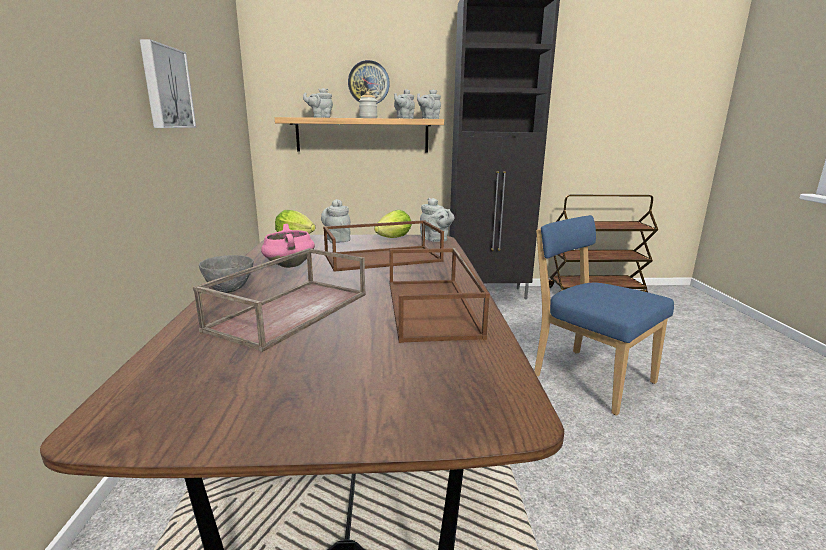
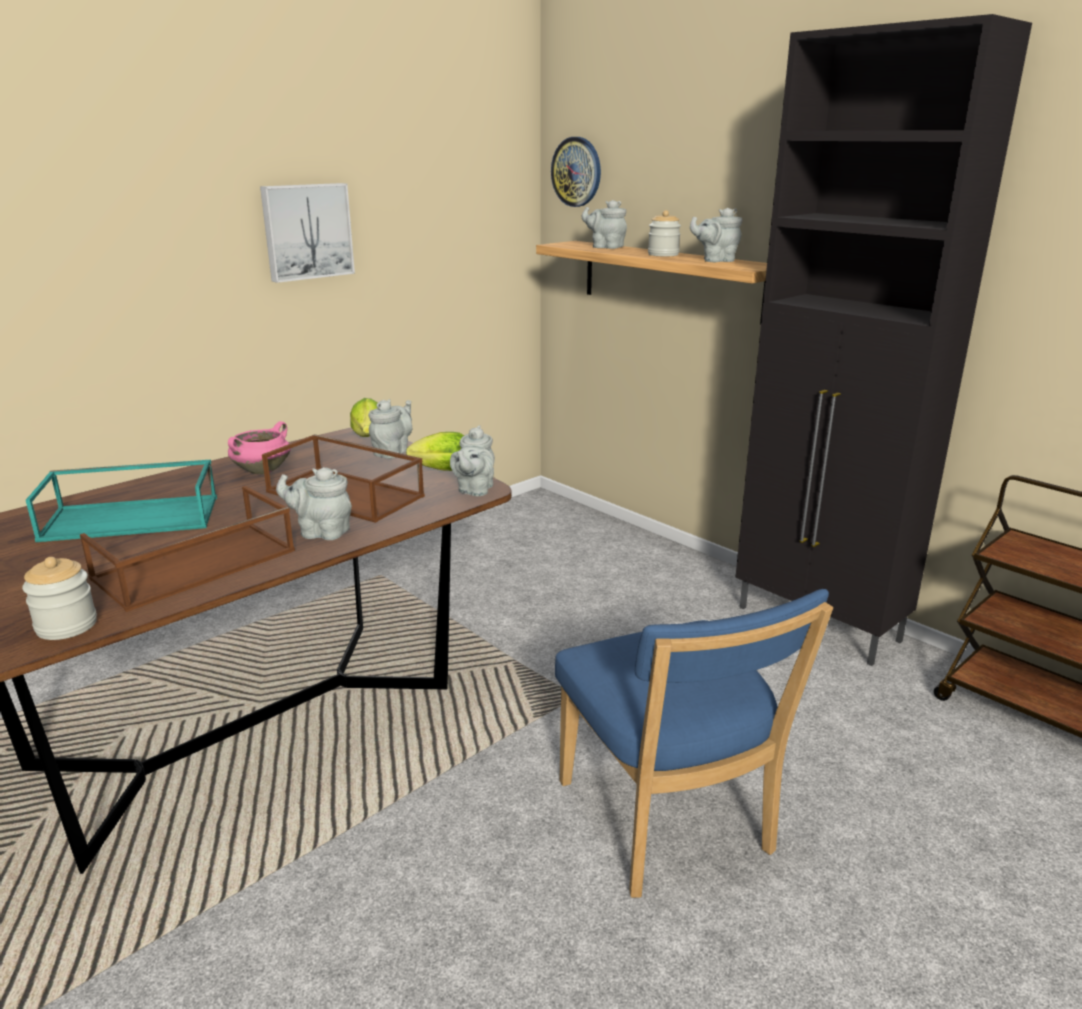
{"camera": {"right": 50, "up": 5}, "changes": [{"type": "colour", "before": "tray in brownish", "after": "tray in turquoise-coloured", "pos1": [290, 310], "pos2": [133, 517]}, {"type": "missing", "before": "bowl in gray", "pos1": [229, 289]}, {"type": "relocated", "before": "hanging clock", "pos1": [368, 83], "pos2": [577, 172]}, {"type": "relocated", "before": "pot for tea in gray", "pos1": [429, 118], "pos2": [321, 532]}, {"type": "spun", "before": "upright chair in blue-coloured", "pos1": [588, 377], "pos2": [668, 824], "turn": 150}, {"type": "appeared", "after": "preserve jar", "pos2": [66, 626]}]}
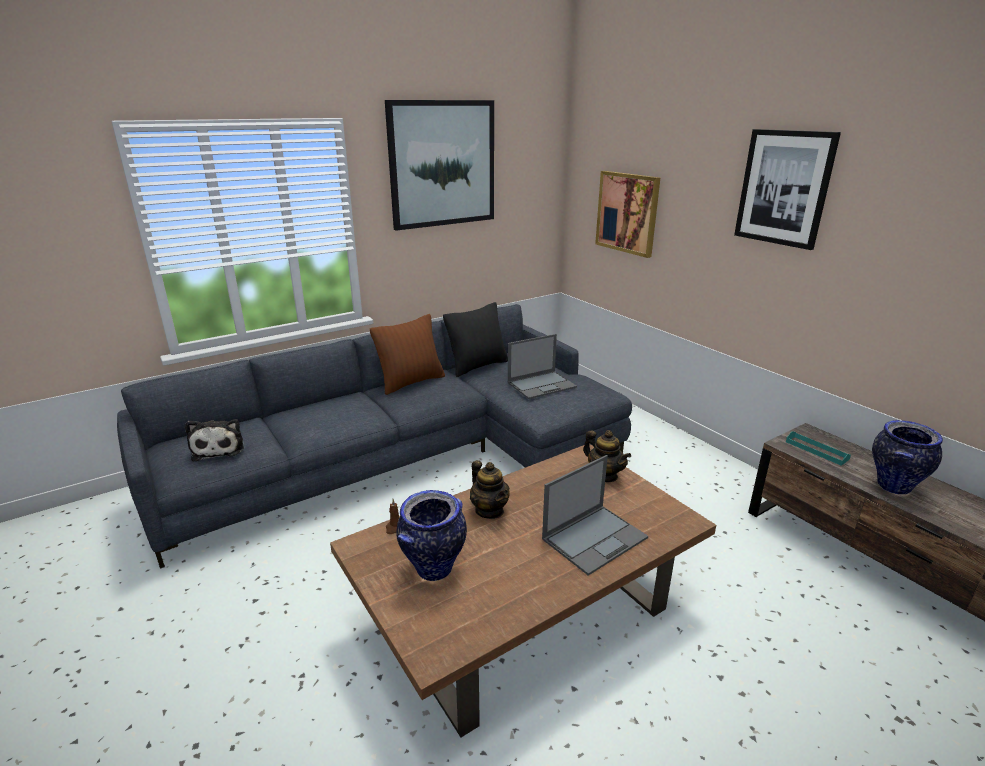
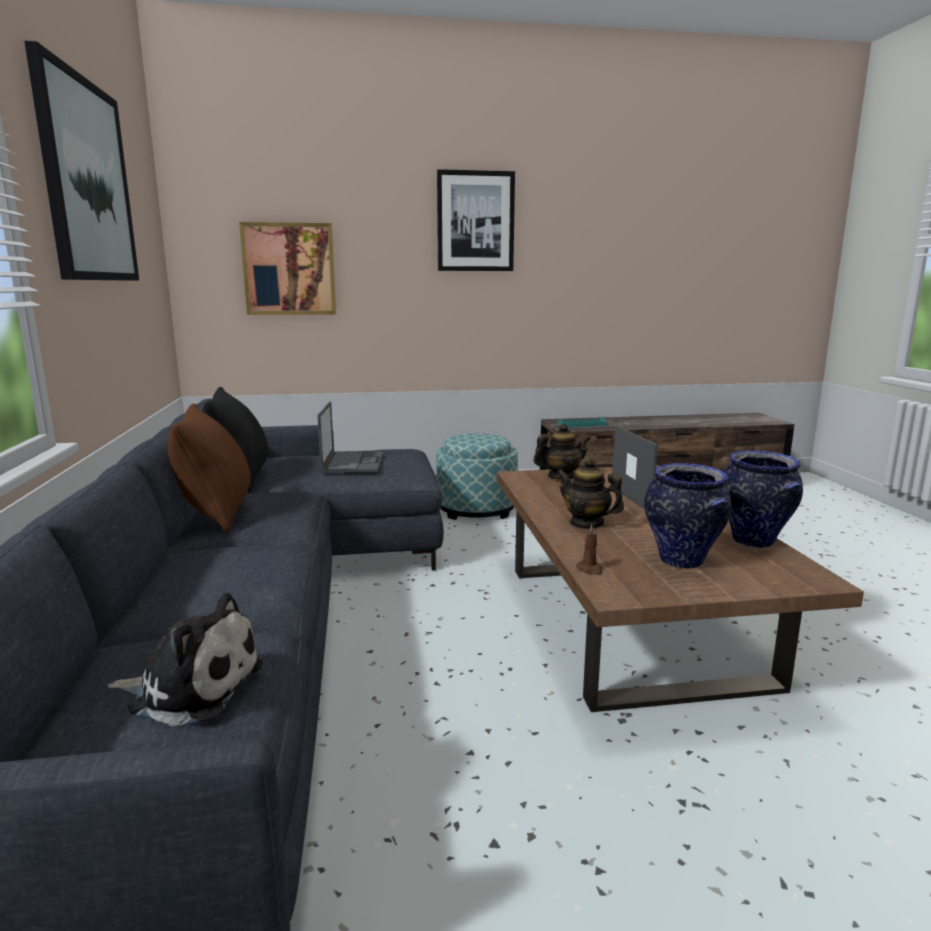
{"camera": {"right": -65, "up": -10}, "changes": [{"type": "spun", "before": "pot for tea", "pos1": [489, 510], "pos2": [587, 523], "turn": -135}, {"type": "relocated", "before": "vase", "pos1": [893, 487], "pos2": [754, 541]}, {"type": "appeared", "after": "pouffe", "pos2": [476, 509]}]}
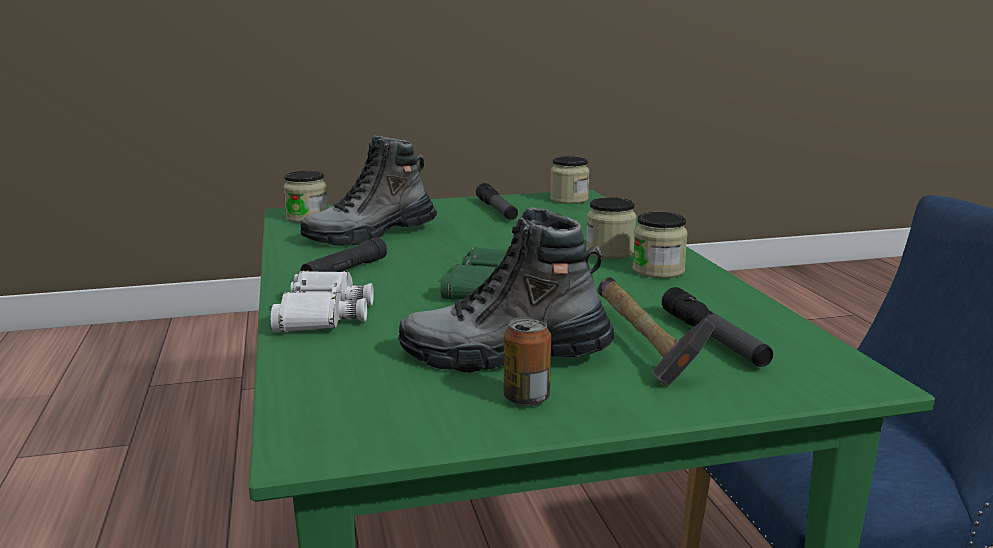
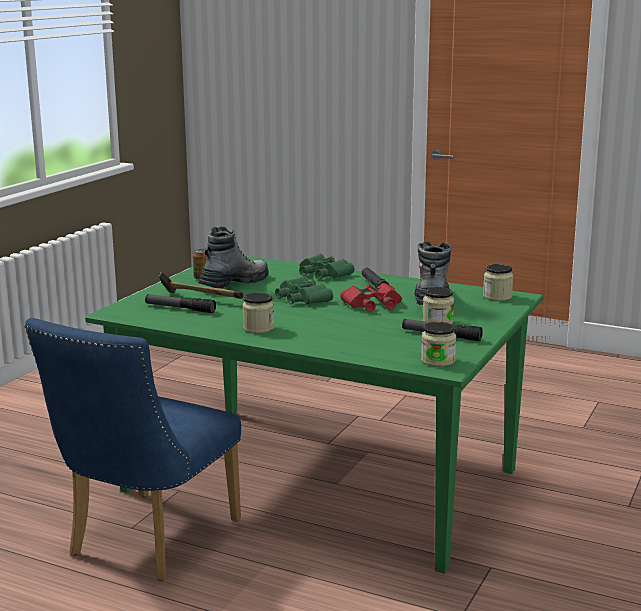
{"camera": {"right": 130, "up": 0}, "changes": [{"type": "colour", "before": "pair of binoculars in white-coloured", "after": "pair of binoculars in greenish", "pos1": [322, 314], "pos2": [324, 273]}, {"type": "relocated", "before": "preserve jar", "pos1": [610, 252], "pos2": [437, 322]}, {"type": "appeared", "after": "pair of binoculars in reddish", "pos2": [372, 304]}]}
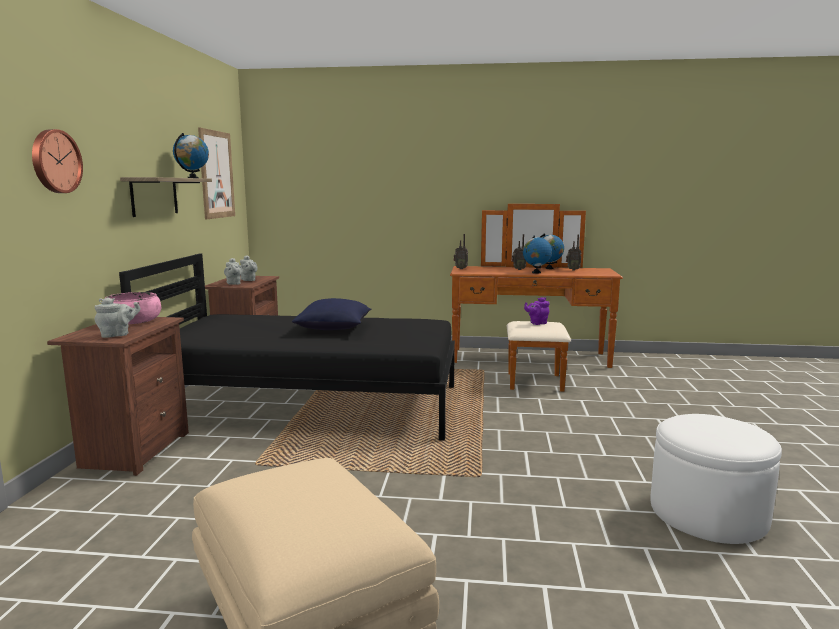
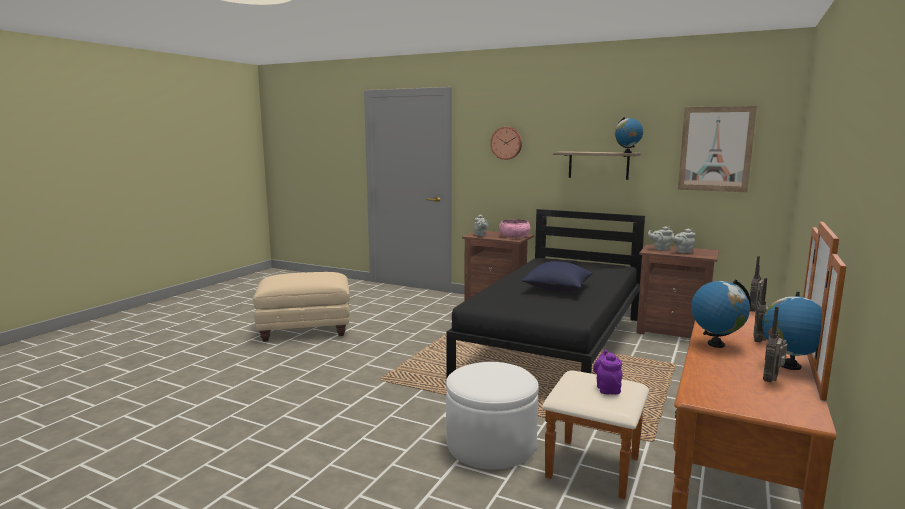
{"camera": {"right": 110, "up": 0}, "changes": [{"type": "relocated", "before": "pouffe in white-coloured", "pos1": [708, 513], "pos2": [491, 444]}]}
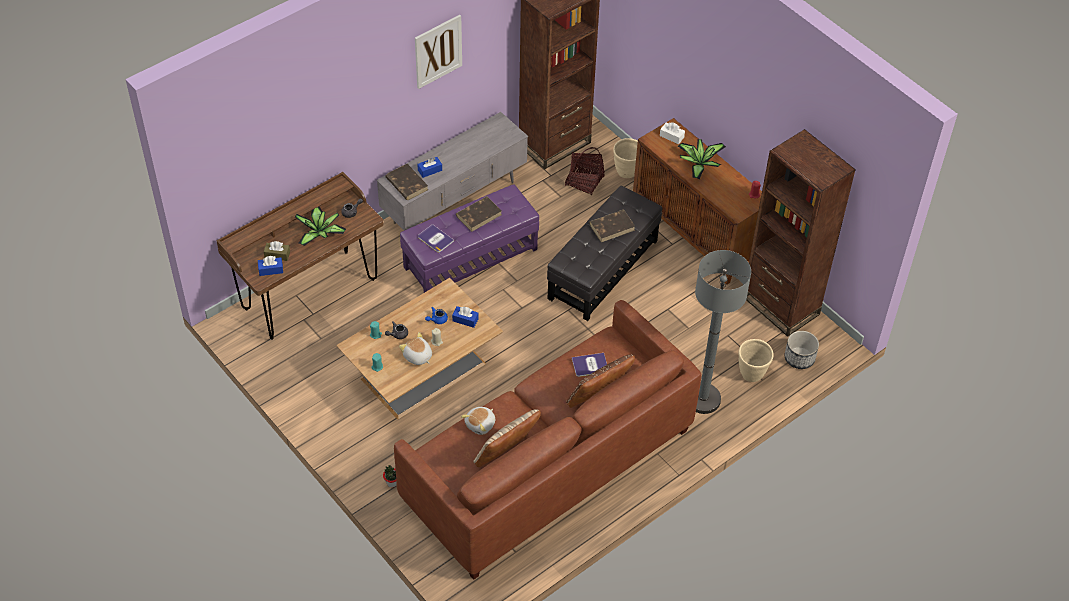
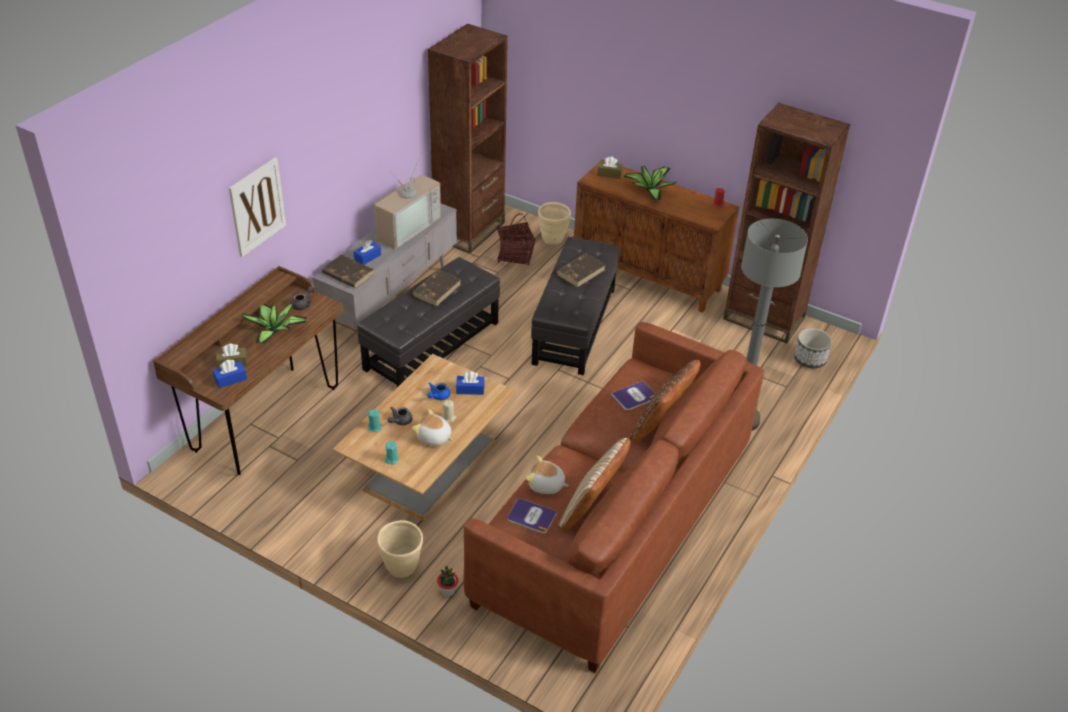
{"camera": {"right": -20, "up": -10}, "changes": [{"type": "colour", "before": "pouffe in purple-coloured", "after": "pouffe in black", "pos1": [470, 258], "pos2": [431, 345]}, {"type": "relocated", "before": "picture", "pos1": [438, 51], "pos2": [257, 207]}, {"type": "relocated", "before": "book", "pos1": [435, 239], "pos2": [531, 516]}, {"type": "spun", "before": "soft toy", "pos1": [481, 424], "pos2": [546, 485], "turn": 90}, {"type": "colour", "before": "tissue box in white-coloured", "after": "tissue box in brownish", "pos1": [671, 136], "pos2": [609, 174]}, {"type": "relocated", "before": "flower pot in beige-coloured", "pos1": [751, 375], "pos2": [402, 568]}, {"type": "appeared", "after": "TV", "pos2": [406, 227]}]}
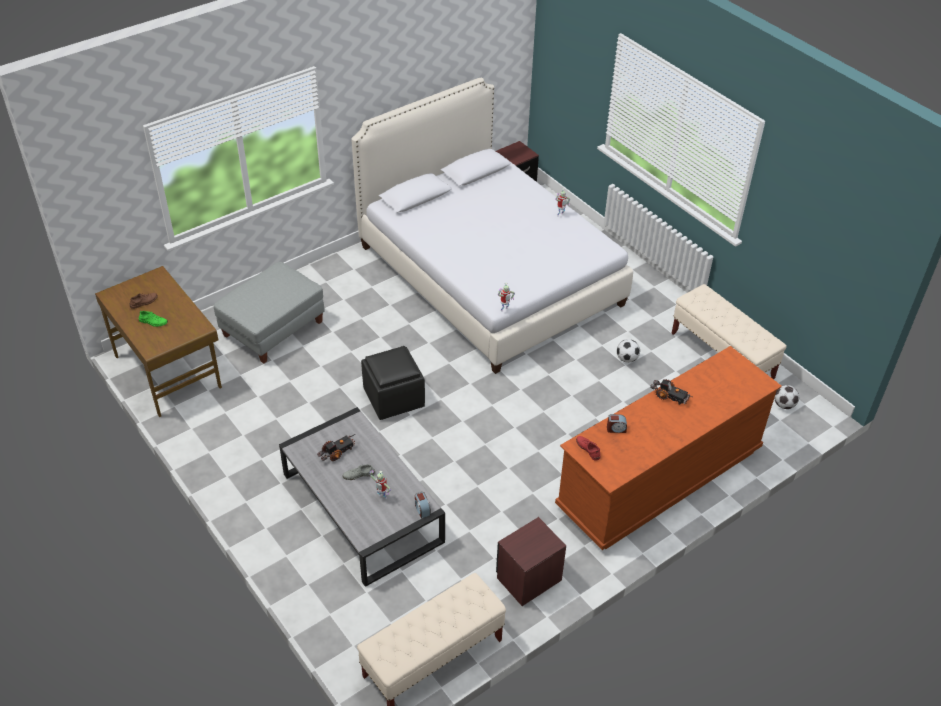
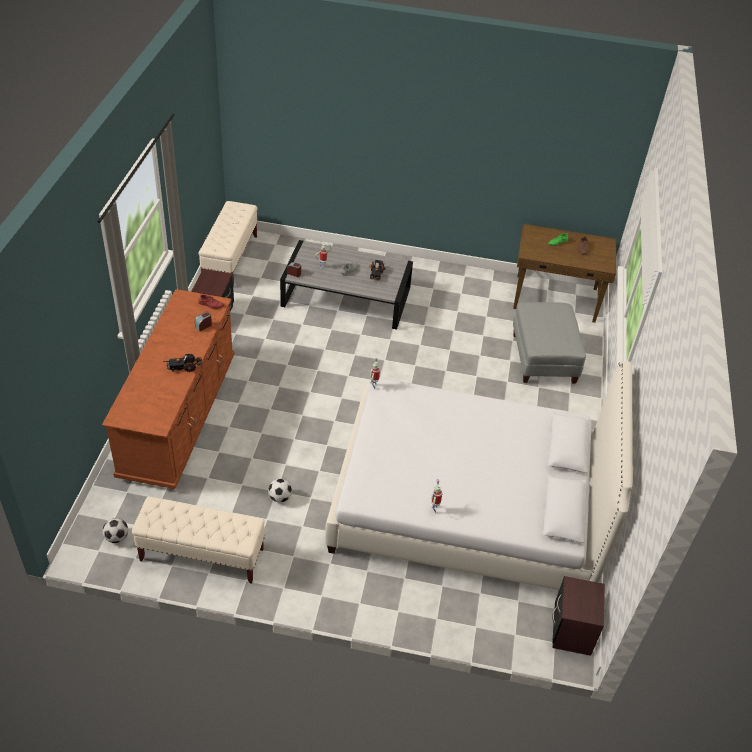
{"camera": {"right": 135, "up": 0}, "changes": [{"type": "missing", "before": "pouffe in black", "pos1": [393, 398]}]}
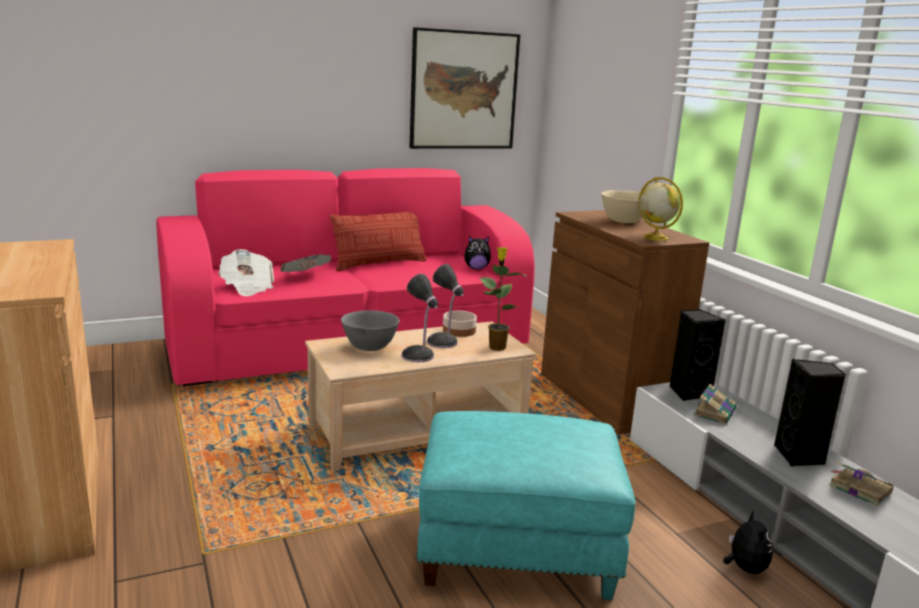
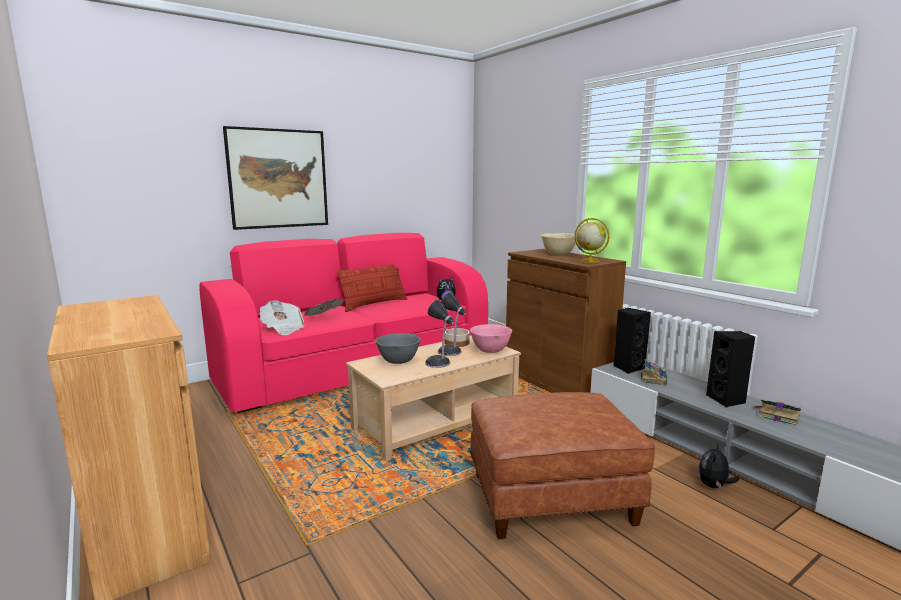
{"camera": {"right": -10, "up": -5}, "changes": [{"type": "relocated", "before": "picture", "pos1": [463, 90], "pos2": [278, 179]}, {"type": "colour", "before": "pouffe in turquoise-coloured", "after": "pouffe in brownish", "pos1": [518, 547], "pos2": [552, 497]}, {"type": "exchanged", "before": "plant in a pot", "after": "bowl in pink", "pos1": [496, 347], "pos2": [490, 350]}, {"type": "spun", "before": "soft toy", "pos1": [744, 568], "pos2": [713, 486], "turn": -135}]}
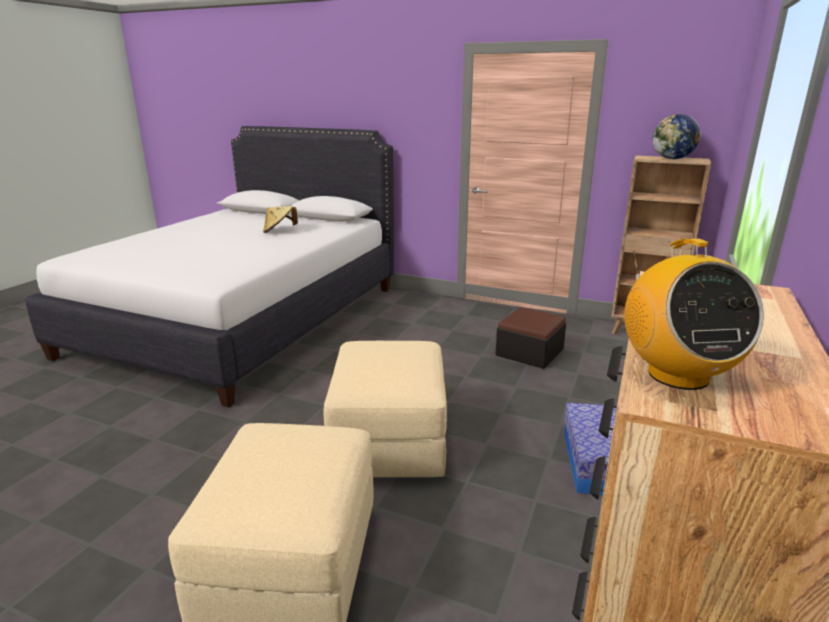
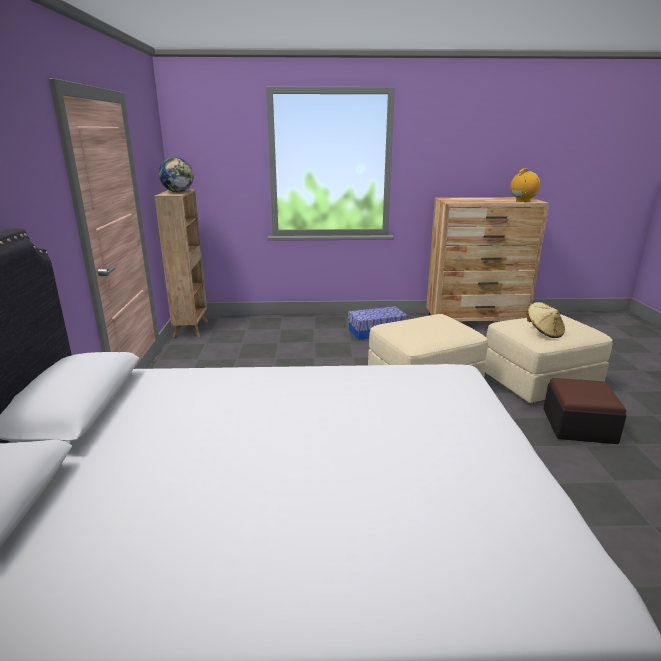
{"camera": {"right": -115, "up": 0}, "changes": [{"type": "relocated", "before": "clothing hat in beige-coloured", "pos1": [279, 231], "pos2": [543, 332]}, {"type": "relocated", "before": "pouffe", "pos1": [529, 352], "pos2": [578, 426]}]}
